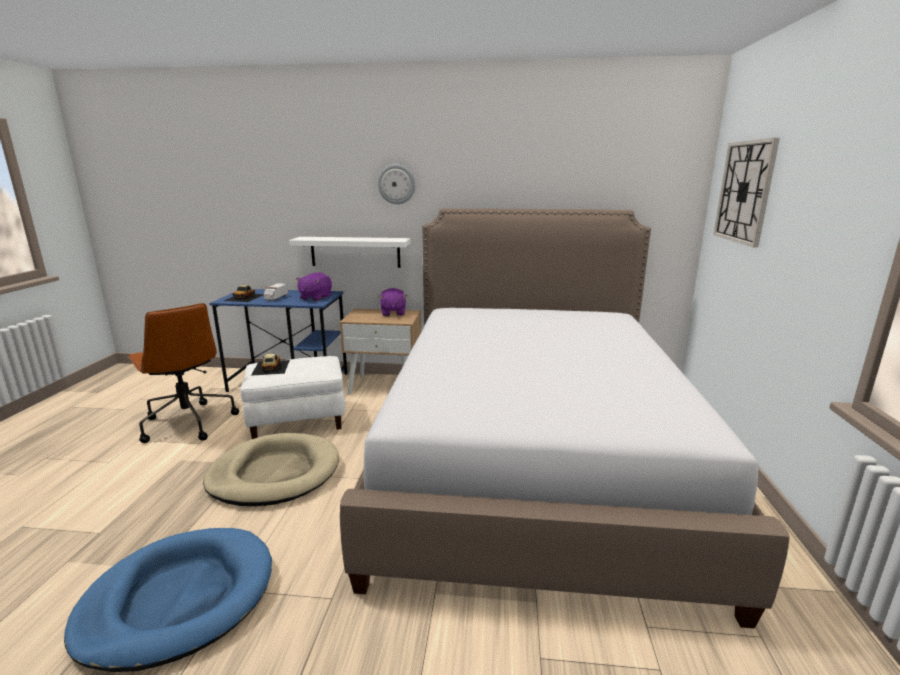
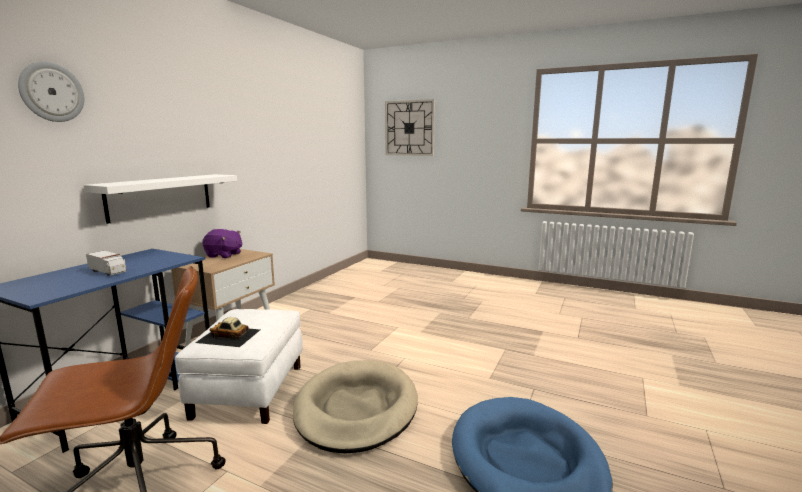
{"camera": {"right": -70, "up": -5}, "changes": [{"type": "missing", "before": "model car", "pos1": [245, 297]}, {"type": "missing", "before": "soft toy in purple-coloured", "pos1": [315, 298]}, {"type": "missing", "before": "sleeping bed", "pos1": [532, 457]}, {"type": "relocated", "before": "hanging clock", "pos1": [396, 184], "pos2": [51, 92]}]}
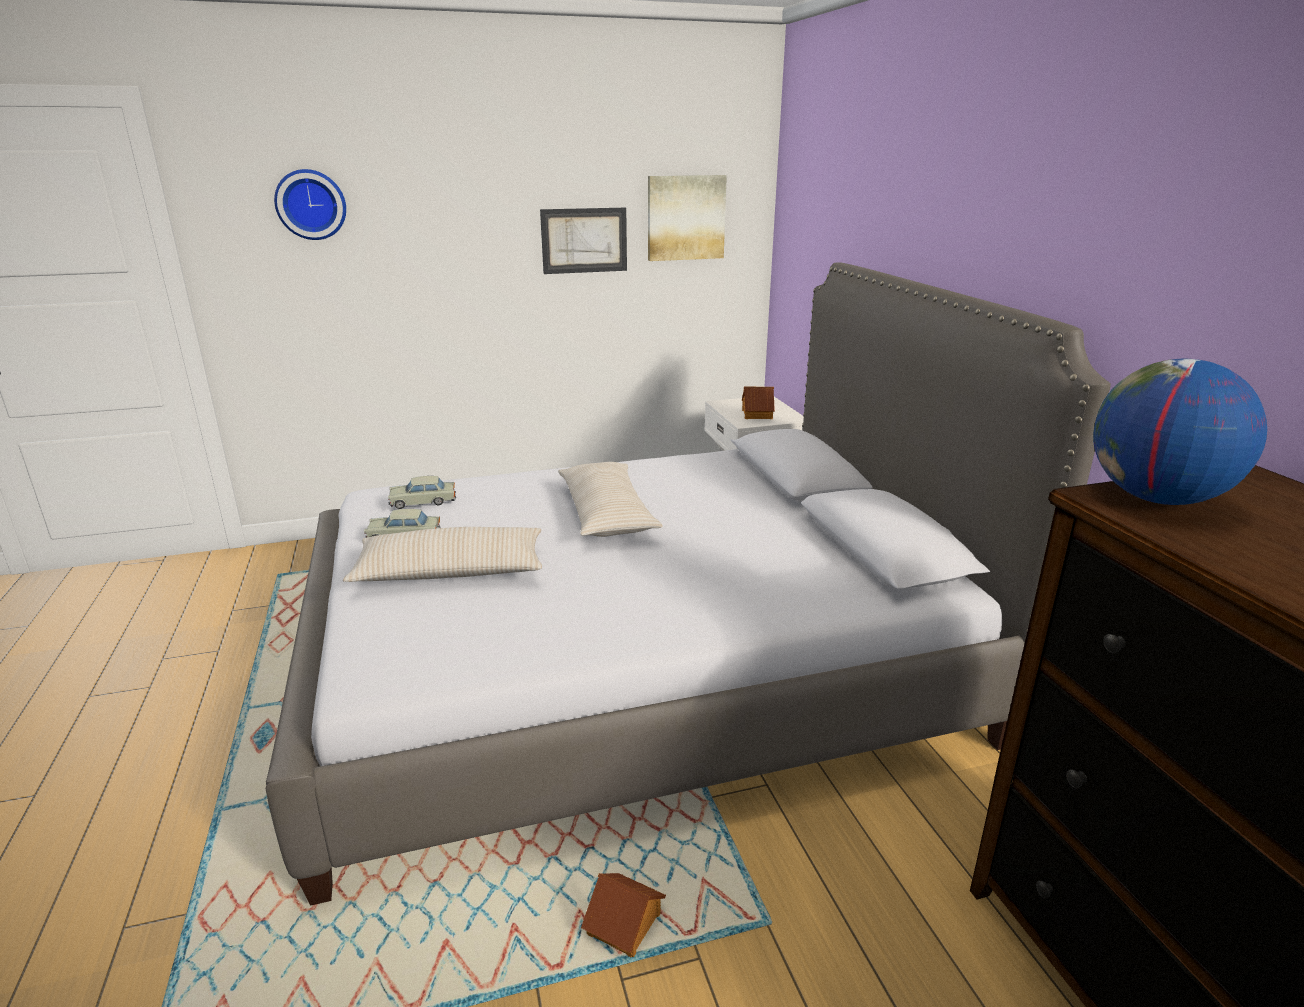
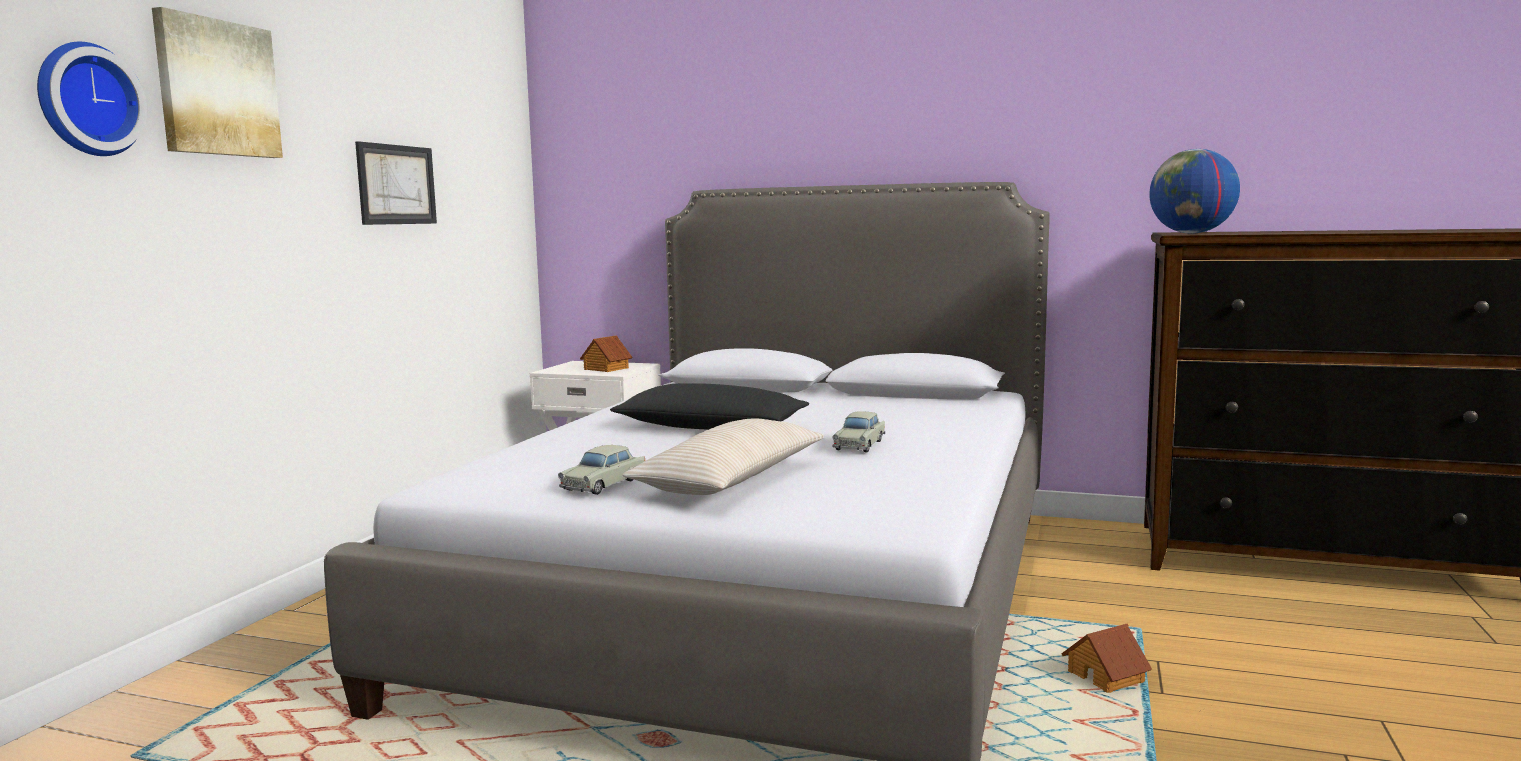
{"camera": {"right": -55, "up": -15}, "changes": [{"type": "relocated", "before": "model car in beige-coloured", "pos1": [423, 502], "pos2": [860, 445]}, {"type": "colour", "before": "pillow in beige-coloured", "after": "pillow in black", "pos1": [606, 513], "pos2": [710, 427]}, {"type": "relocated", "before": "picture", "pos1": [685, 217], "pos2": [217, 88]}]}
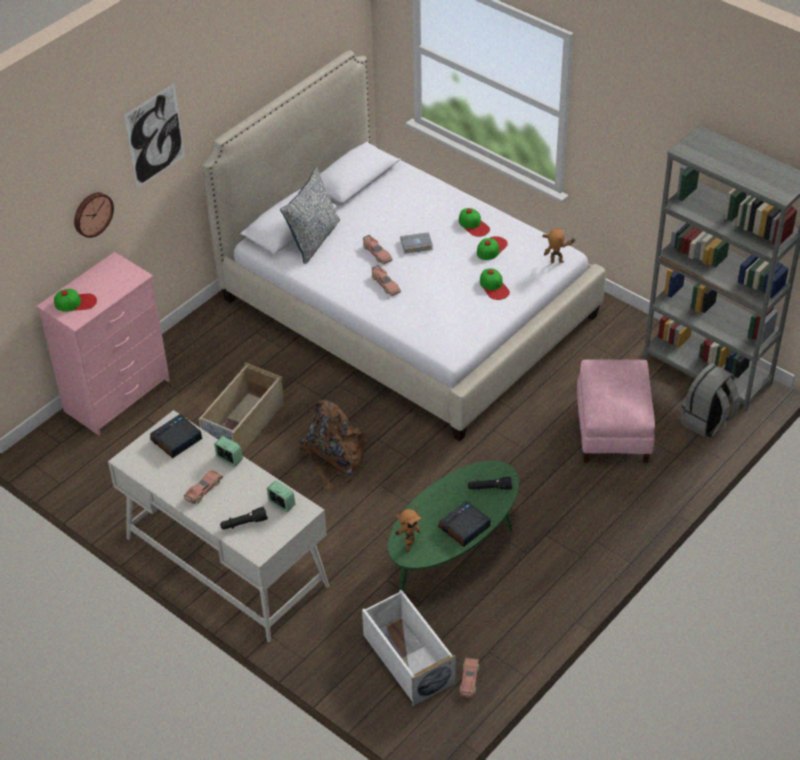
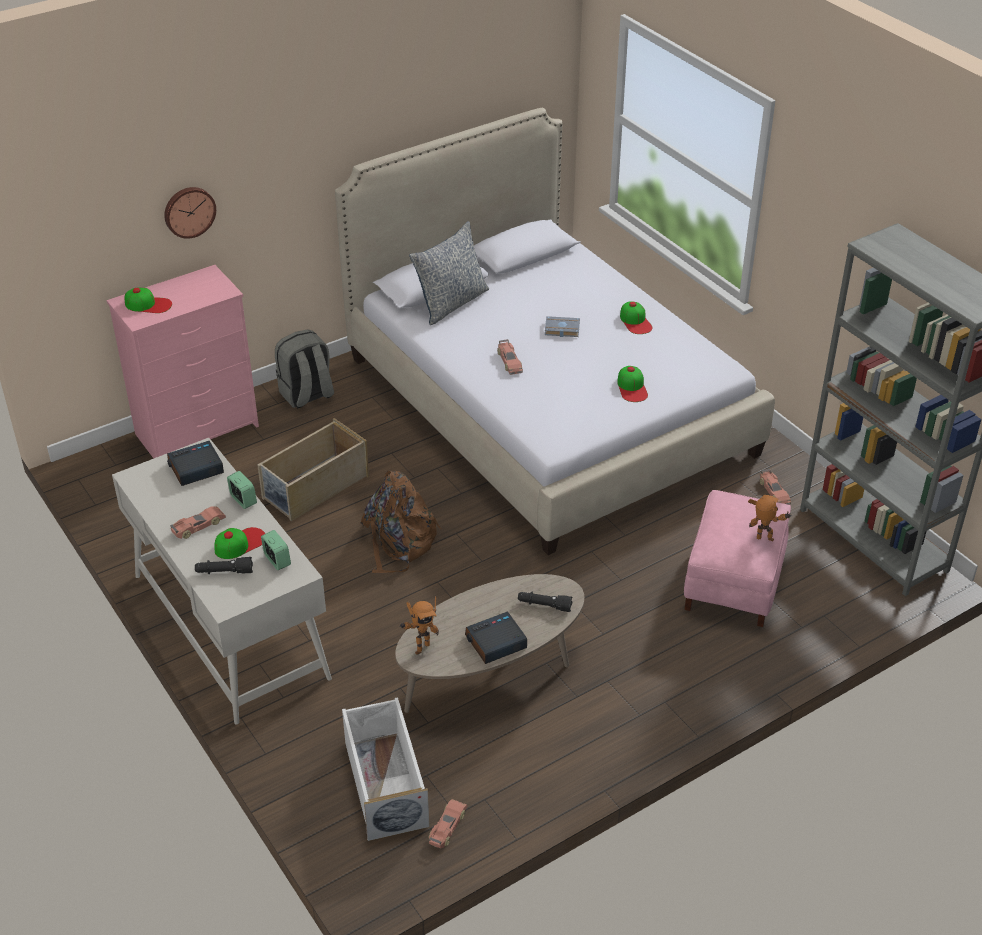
{"camera": {"right": 15, "up": -5}, "changes": [{"type": "missing", "before": "picture", "pos1": [155, 136]}, {"type": "relocated", "before": "model car", "pos1": [377, 253], "pos2": [774, 492]}, {"type": "colour", "before": "coffee table in greenish", "after": "coffee table in beige-coloured", "pos1": [454, 551], "pos2": [491, 674]}, {"type": "relocated", "before": "baseball cap", "pos1": [491, 248], "pos2": [240, 543]}, {"type": "relocated", "before": "robot figure", "pos1": [557, 263], "pos2": [765, 541]}, {"type": "relocated", "before": "rucksack in gray", "pos1": [707, 421], "pos2": [307, 395]}]}
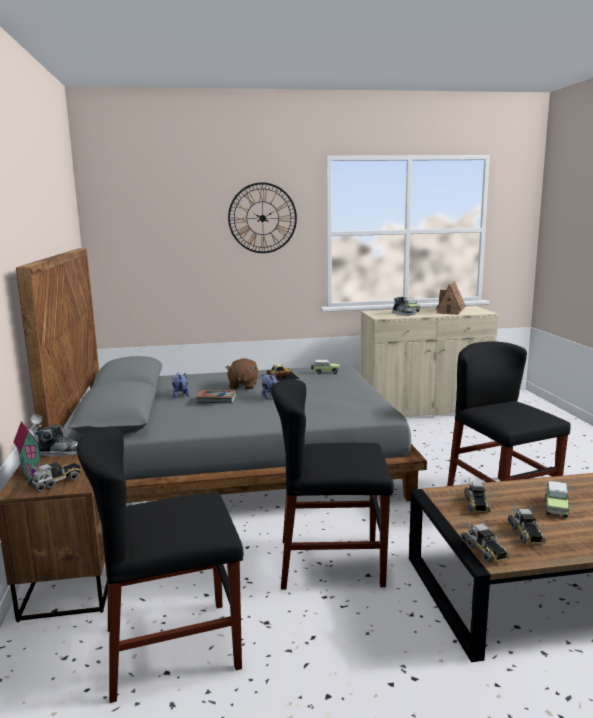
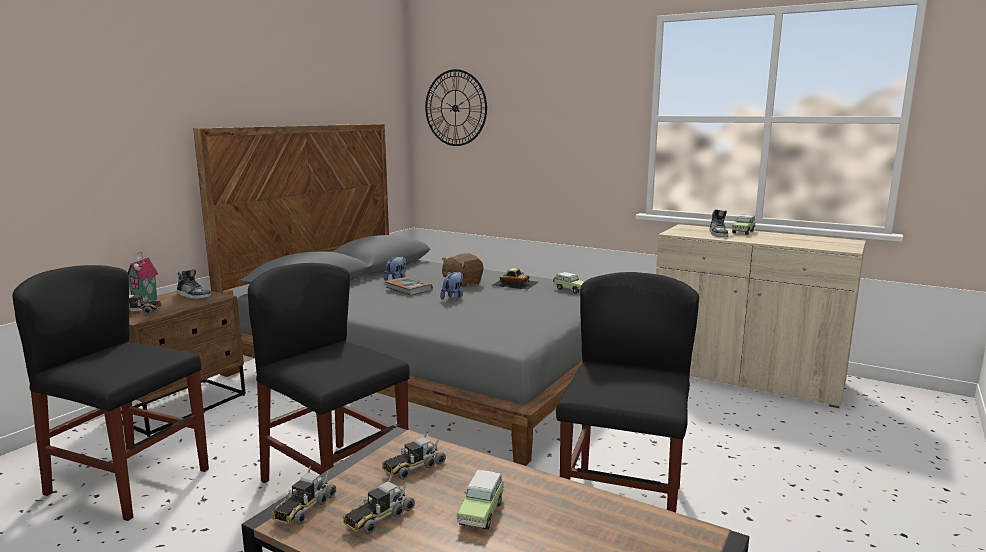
{"camera": {"right": 40, "up": 0}, "changes": [{"type": "relocated", "before": "hanging clock", "pos1": [262, 218], "pos2": [455, 108]}, {"type": "missing", "before": "miniature house", "pos1": [450, 311]}, {"type": "spun", "before": "model car", "pos1": [556, 508], "pos2": [482, 512], "turn": -45}]}
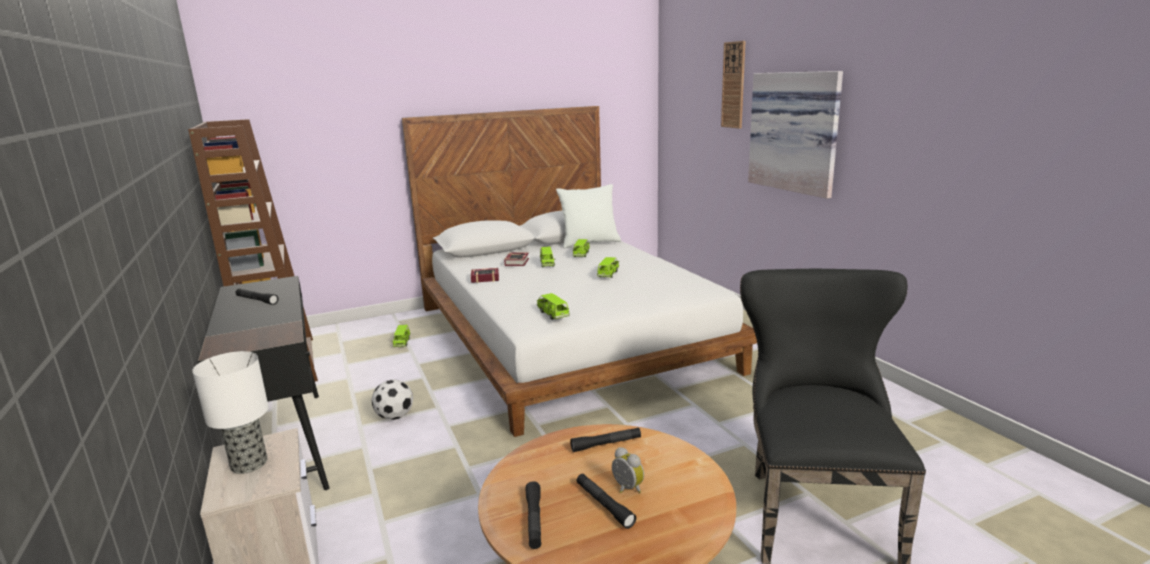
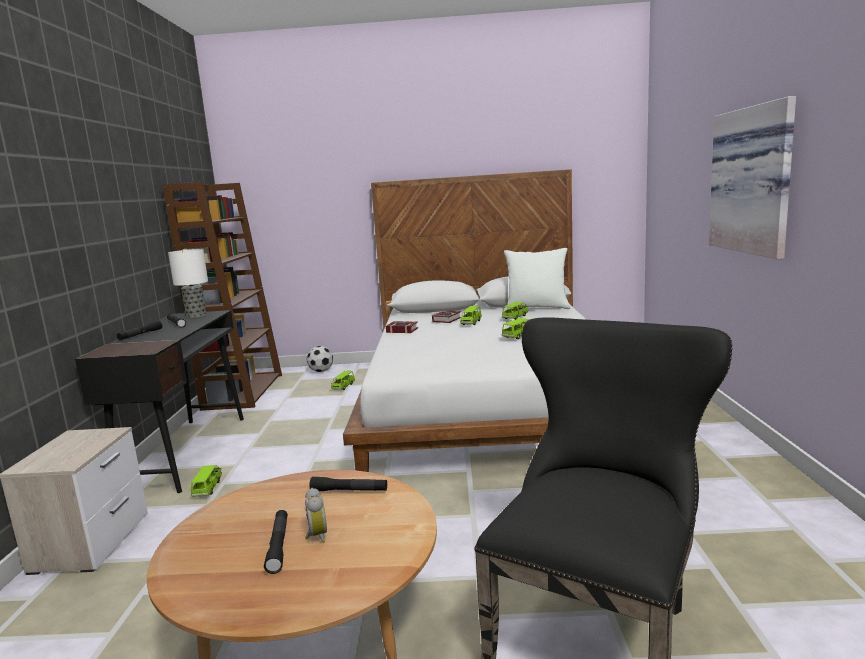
{"camera": {"right": 25, "up": -5}, "changes": [{"type": "relocated", "before": "lamp for a table", "pos1": [248, 464], "pos2": [195, 316]}, {"type": "relocated", "before": "football", "pos1": [395, 416], "pos2": [321, 371]}, {"type": "relocated", "before": "torch in black", "pos1": [534, 520], "pos2": [140, 335]}, {"type": "relocated", "before": "model car in greenish", "pos1": [553, 314], "pos2": [207, 488]}, {"type": "missing", "before": "hanging clock", "pos1": [733, 85]}]}
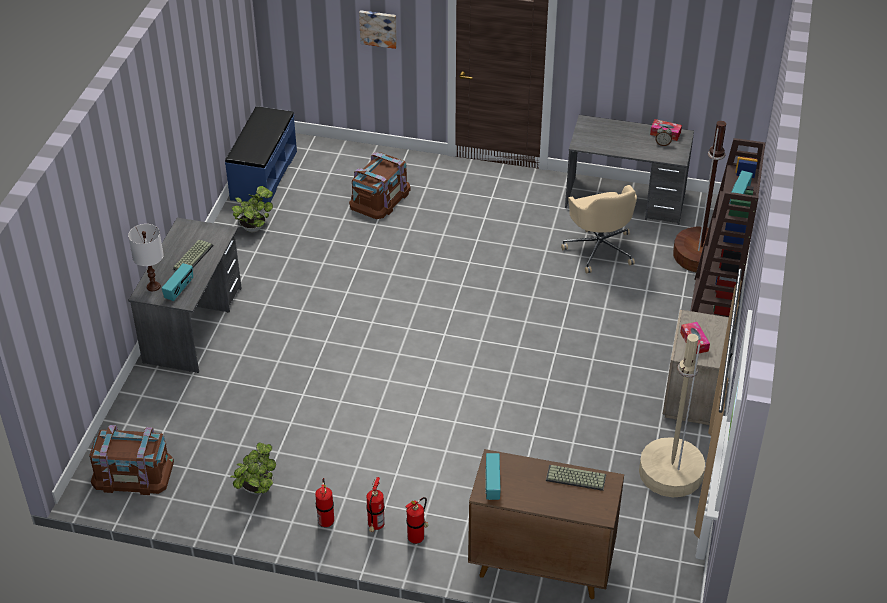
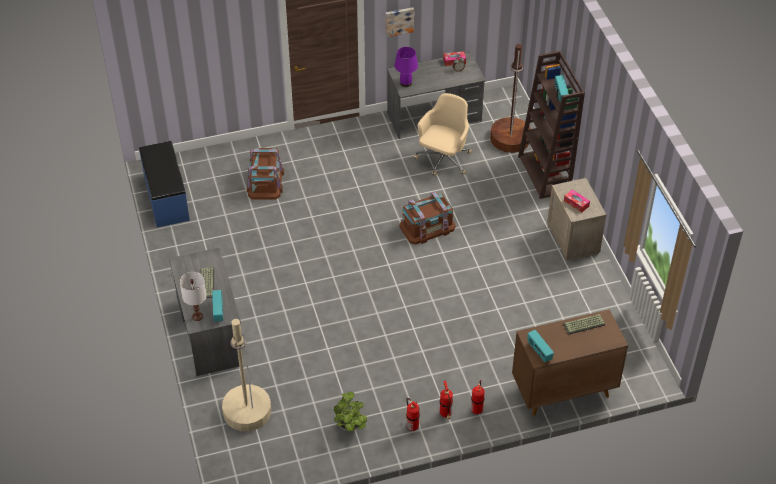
{"camera": {"right": -30, "up": 5}, "changes": [{"type": "relocated", "before": "storage container in brownish", "pos1": [133, 472], "pos2": [427, 226]}, {"type": "missing", "before": "plant in a pot", "pos1": [254, 227]}, {"type": "relocated", "before": "picture", "pos1": [378, 28], "pos2": [399, 21]}, {"type": "spun", "before": "computer chair in beige-coloured", "pos1": [599, 249], "pos2": [443, 160], "turn": -105}, {"type": "relocated", "before": "standard lamp in beige-coloured", "pos1": [670, 473], "pos2": [247, 411]}, {"type": "appeared", "after": "lamp for a table in purple-coloured", "pos2": [406, 83]}]}
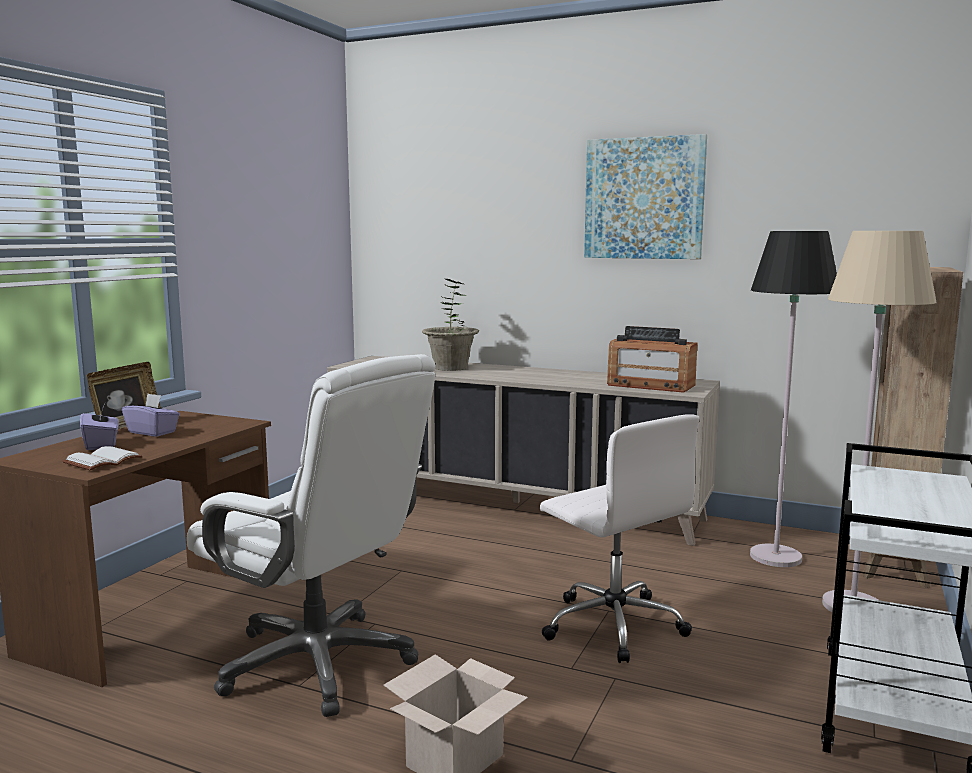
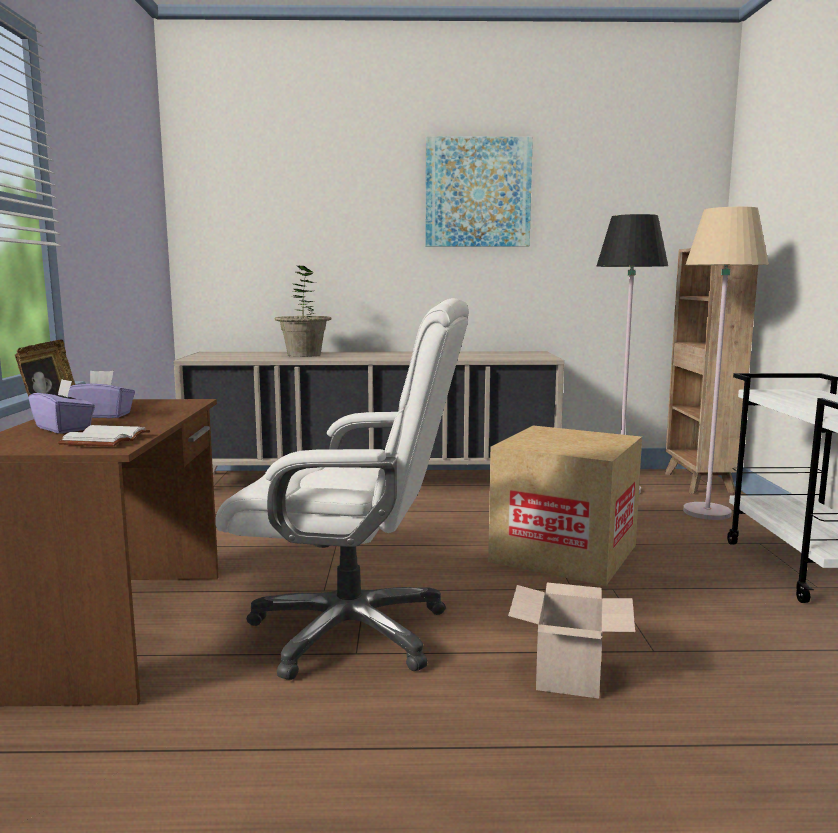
{"camera": {"right": -25, "up": 0}, "changes": [{"type": "exchanged", "before": "computer chair in white-coloured", "after": "carton", "pos1": [612, 624], "pos2": [564, 553]}, {"type": "missing", "before": "radio", "pos1": [650, 385]}]}
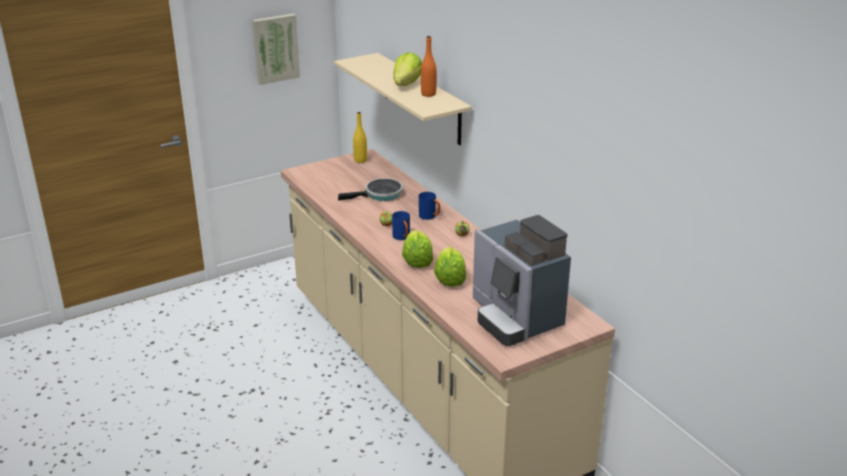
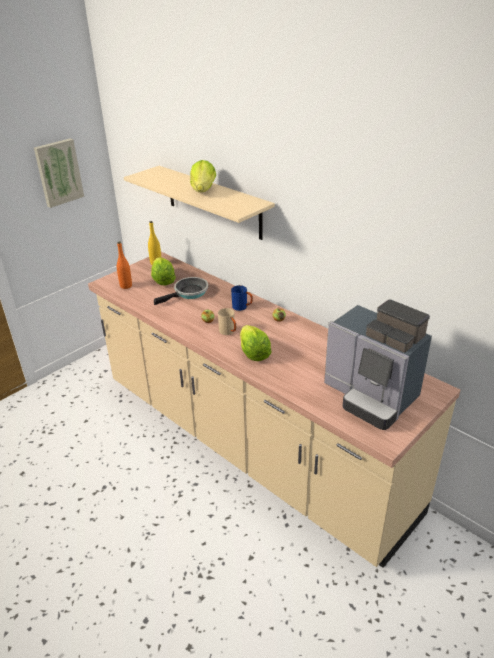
{"camera": {"right": -15, "up": 5}, "changes": [{"type": "colour", "before": "mug in blue-coloured", "after": "mug in beige-coloured", "pos1": [402, 238], "pos2": [229, 332]}, {"type": "relocated", "before": "beverage bottle in orange", "pos1": [428, 94], "pos2": [126, 286]}, {"type": "relocated", "before": "lettuce head", "pos1": [449, 279], "pos2": [163, 280]}]}
